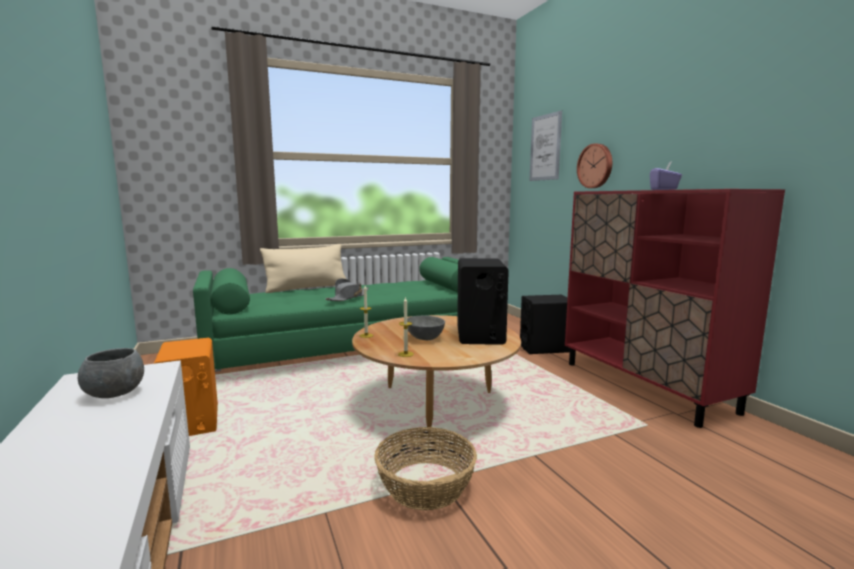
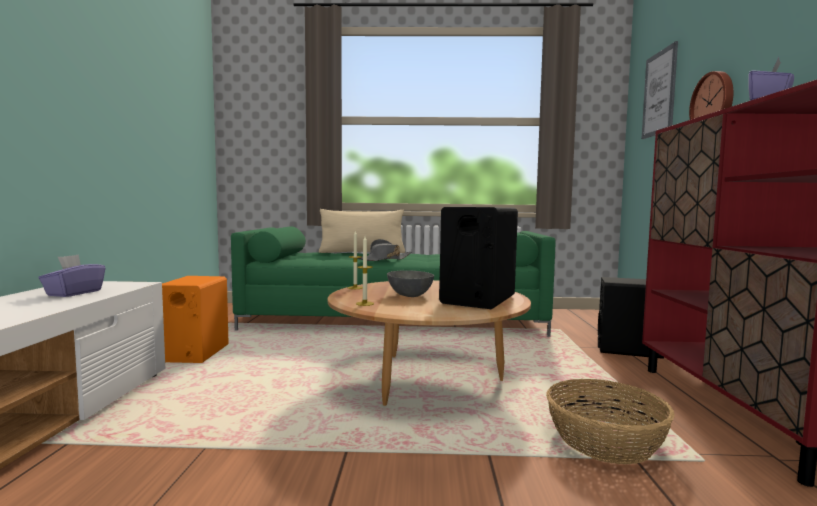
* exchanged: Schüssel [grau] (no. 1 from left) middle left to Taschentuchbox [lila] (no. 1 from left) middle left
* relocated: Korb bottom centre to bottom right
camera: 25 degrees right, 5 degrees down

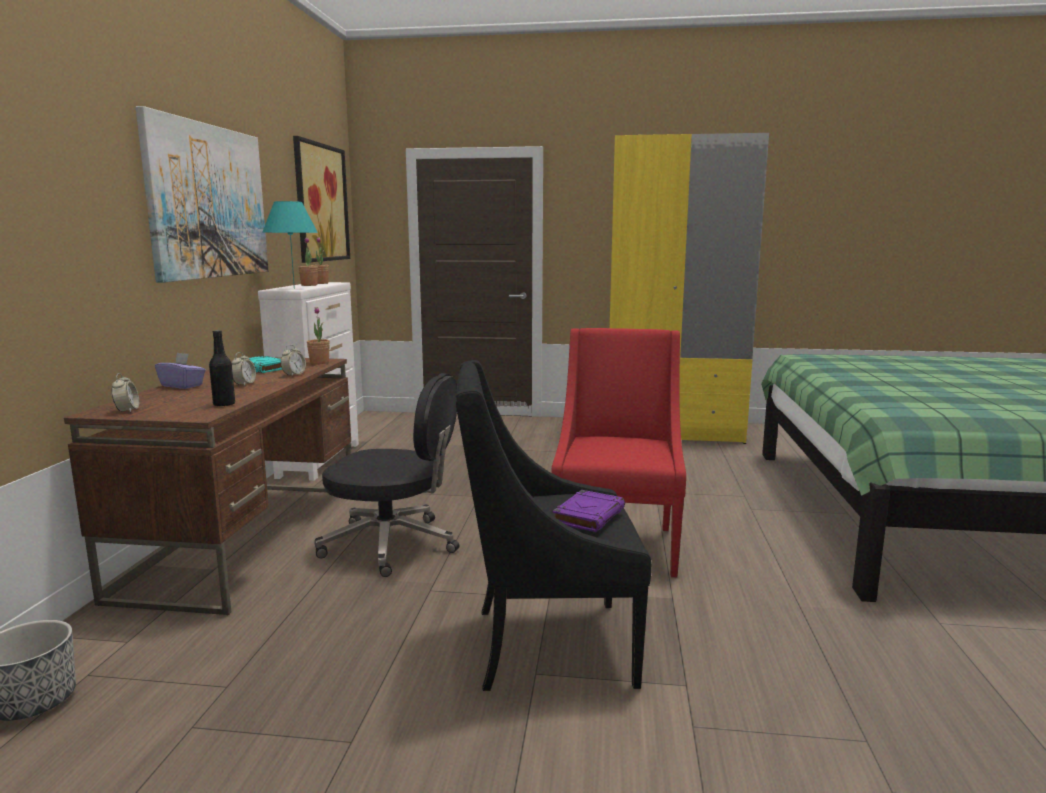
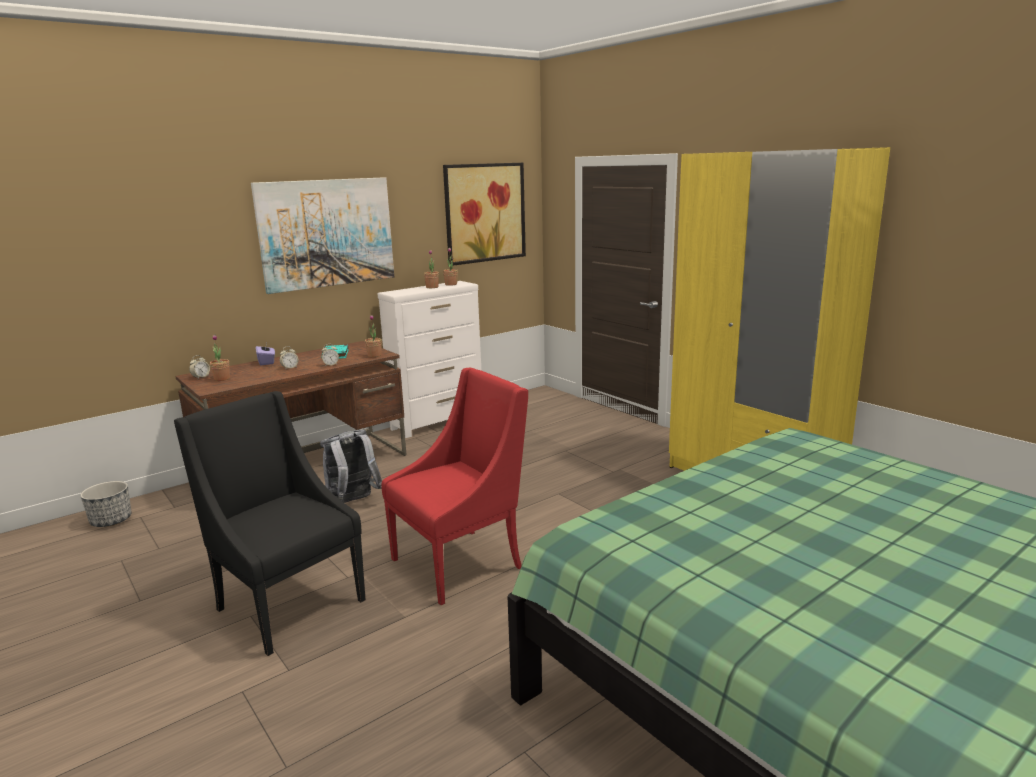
* missing: Tischlampe [türkis] top left
* missing: Flasche [schwarz] middle left
* exchanged: Bürostuhl [schwarz] centre to Rucksack [grau] centre
* missing: Buch [lila] centre
* appeared: Topfpflanze (no. 1 from left) middle left
camera: 45 degrees right, 5 degrees up

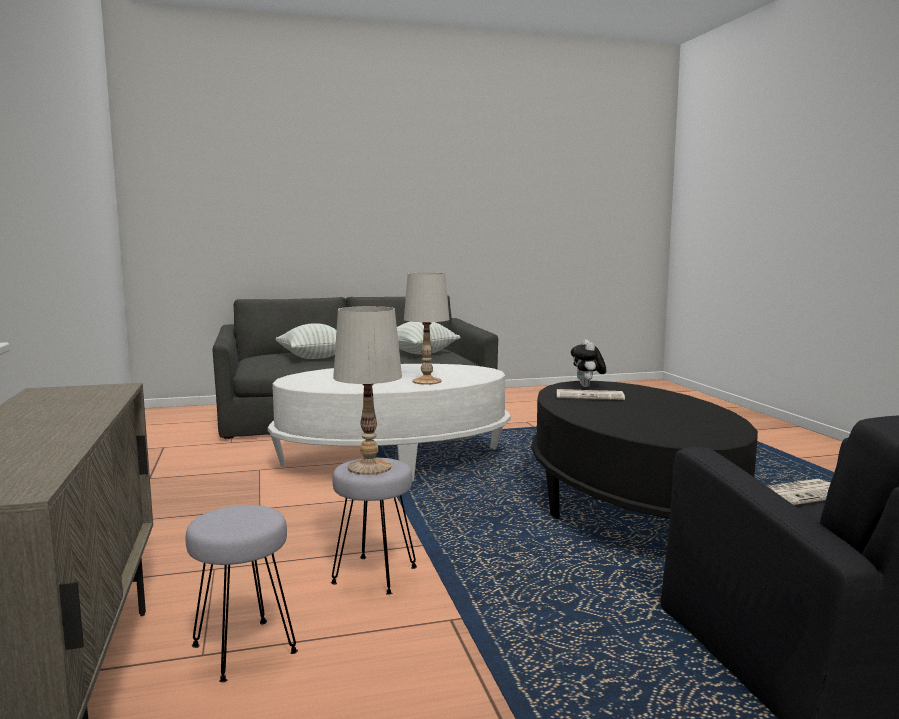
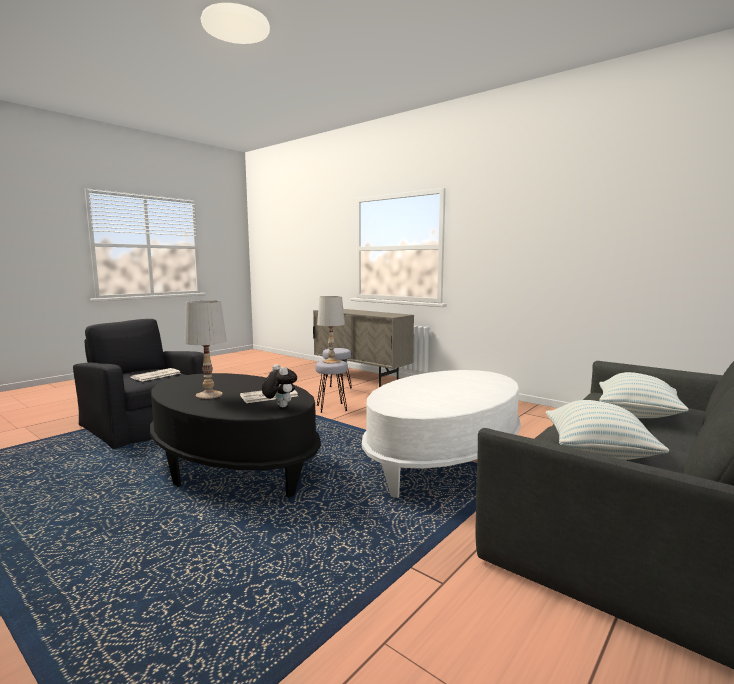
* relocated: Tischlampe [weiß] (no. 2 from left in the first image) centre to Tischlampe [weiß] (no. 1 from left) middle left
camera: 145 degrees right, 0 degrees up

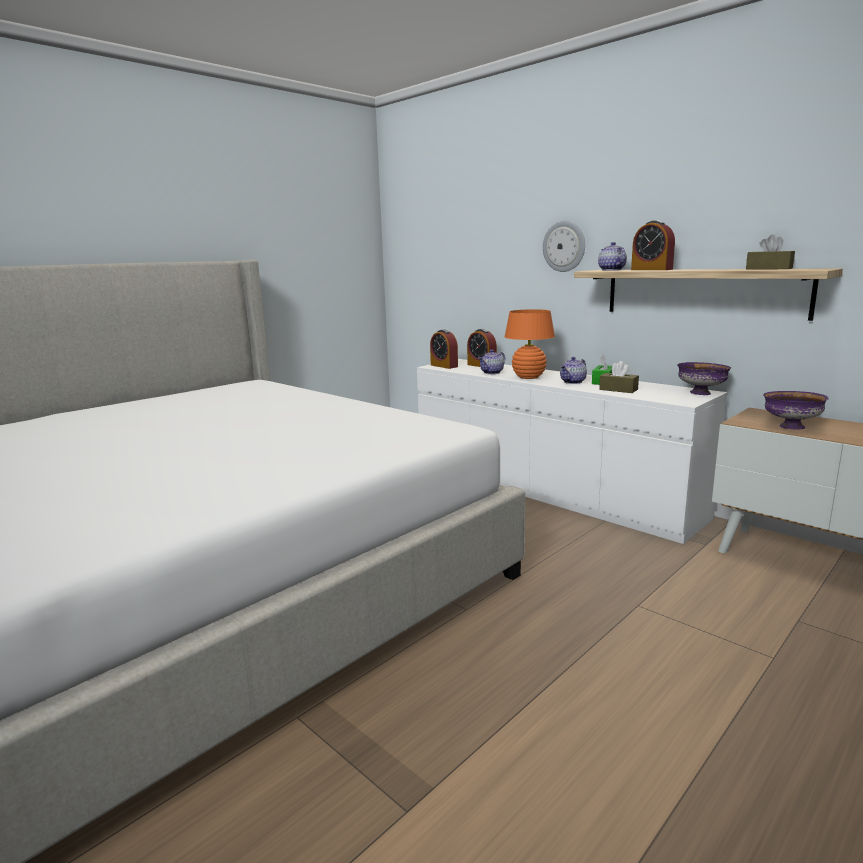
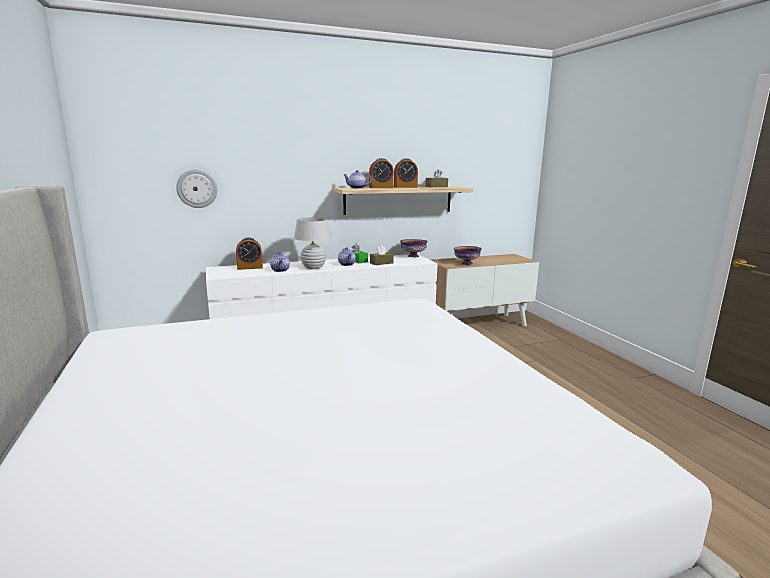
* relocated: Wanduhr top centre to top left
* colour: Tischlampe [orange] centre to Tischlampe [weiß] centre
* relocated: Wecker (no. 1 from left in the first image) centre to Wecker (no. 3 from left) top centre
camera: 65 degrees left, 0 degrees up

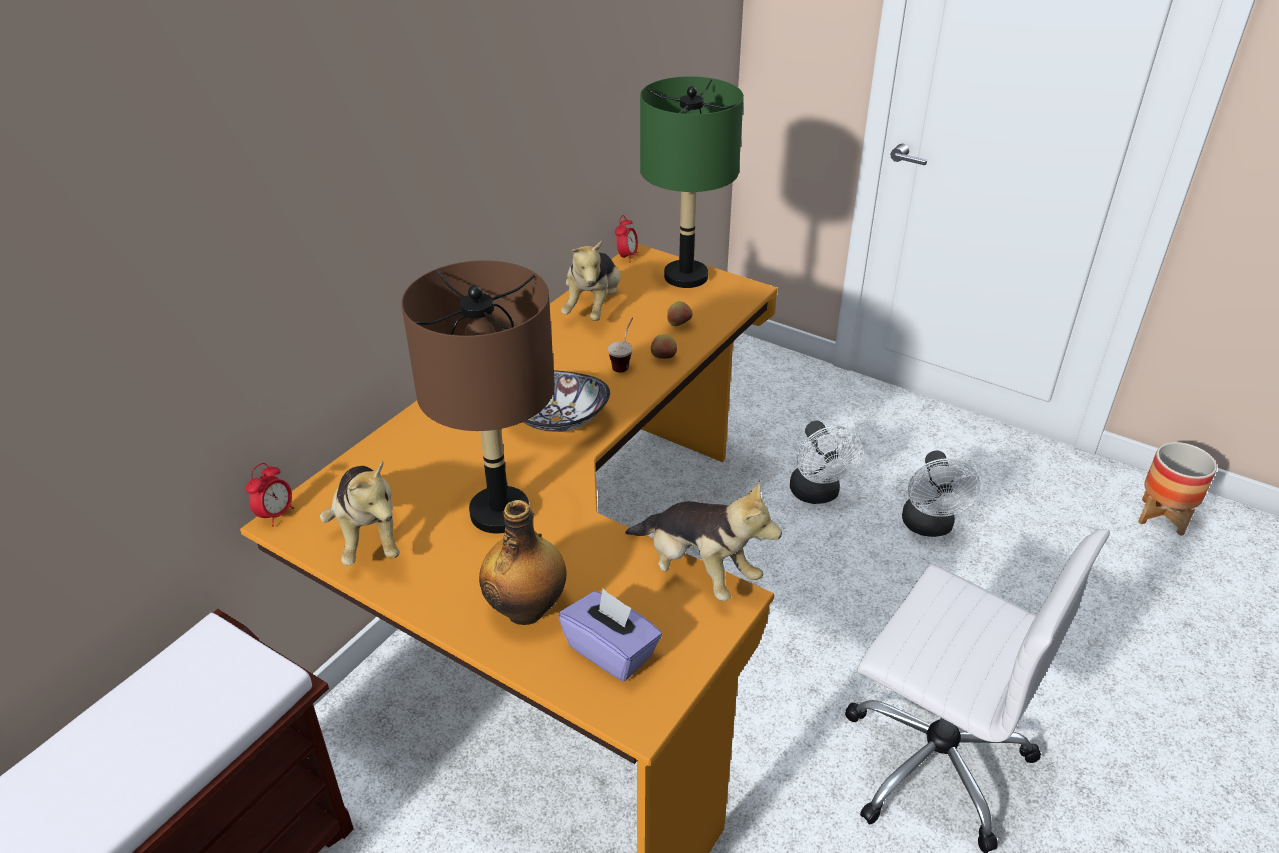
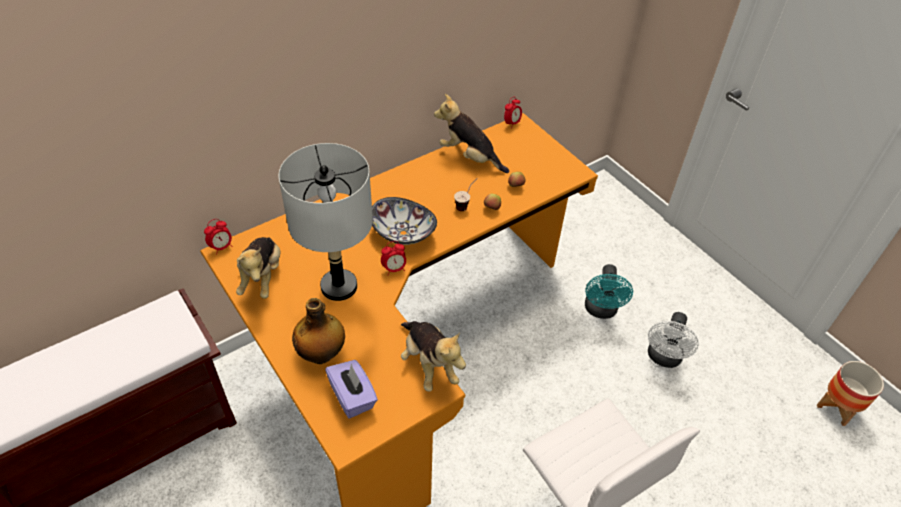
* missing: Tischlampe [grün] top centre
* spun: Plüschtier (no. 2 from left in the first image) top centre = top centre 90 degrees clockwise
* colour: Tischlampe [braun] centre to Tischlampe [grau] centre
* colour: Ventilator [weiß] (no. 1 from left) centre to Ventilator [türkis] middle right
* appeared: Wecker (no. 2 from left) centre
camera: 20 degrees right, 10 degrees up

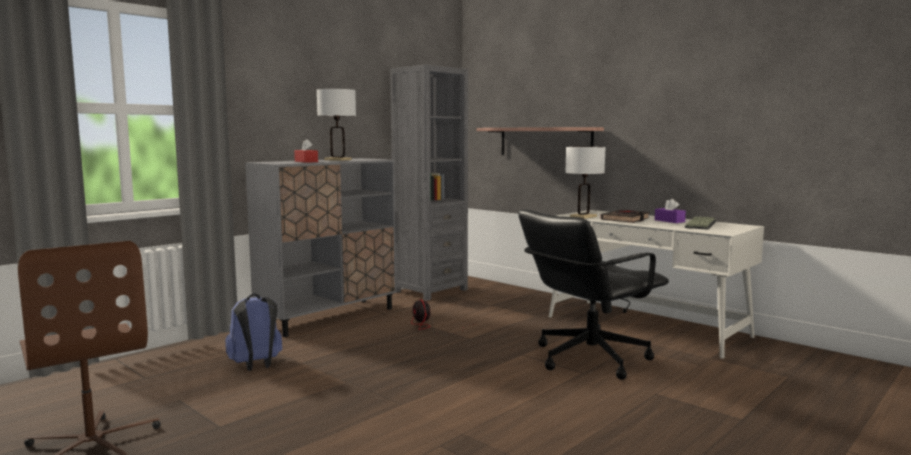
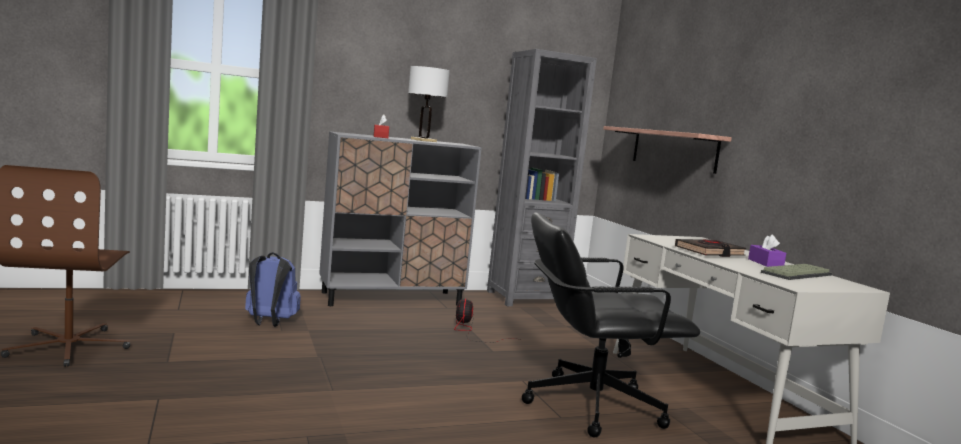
* missing: Tischlampe [weiß] (no. 2 from left) centre
camera: 25 degrees right, 0 degrees up

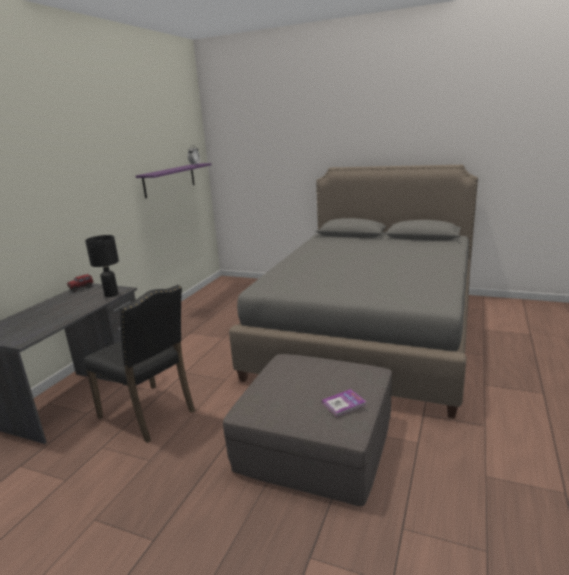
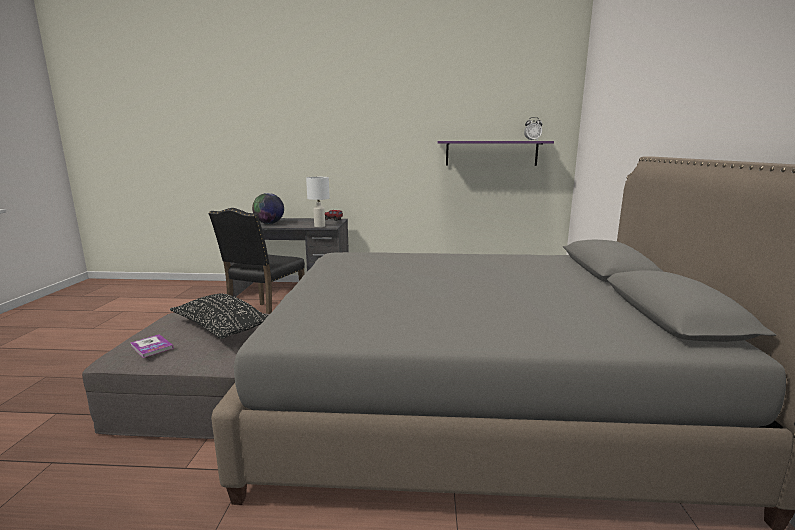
* colour: Tischlampe [schwarz] middle left to Tischlampe [weiß] centre
* appeared: Globus centre
* appeared: Kissen [schwarz] middle left
camera: 70 degrees right, 5 degrees down

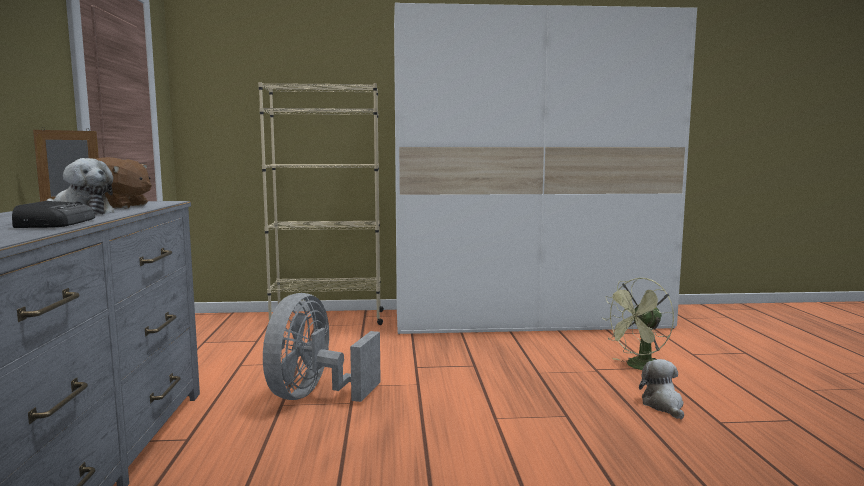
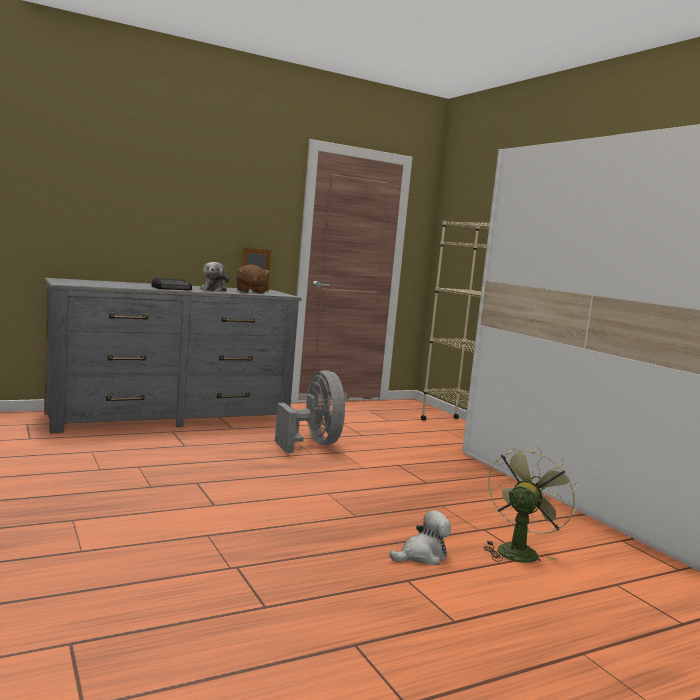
* spun: Ventilator [grün] bottom right = bottom right 90 degrees clockwise
* spun: Ventilator [grau] bottom centre = centre 75 degrees clockwise
camera: 65 degrees right, 0 degrees up

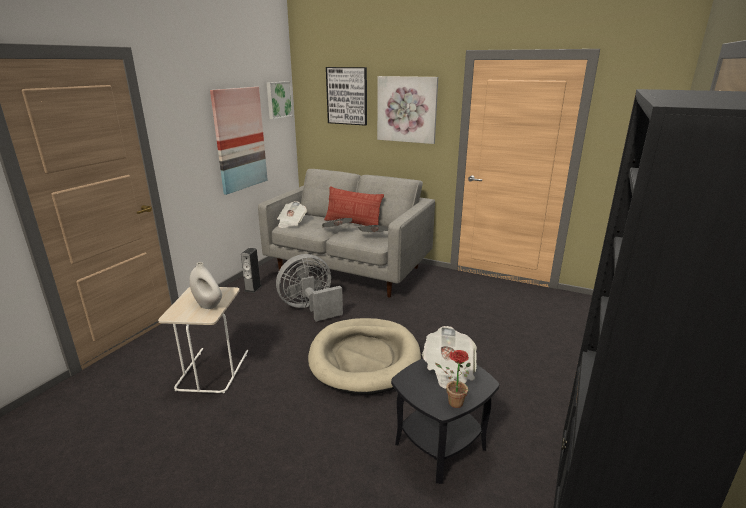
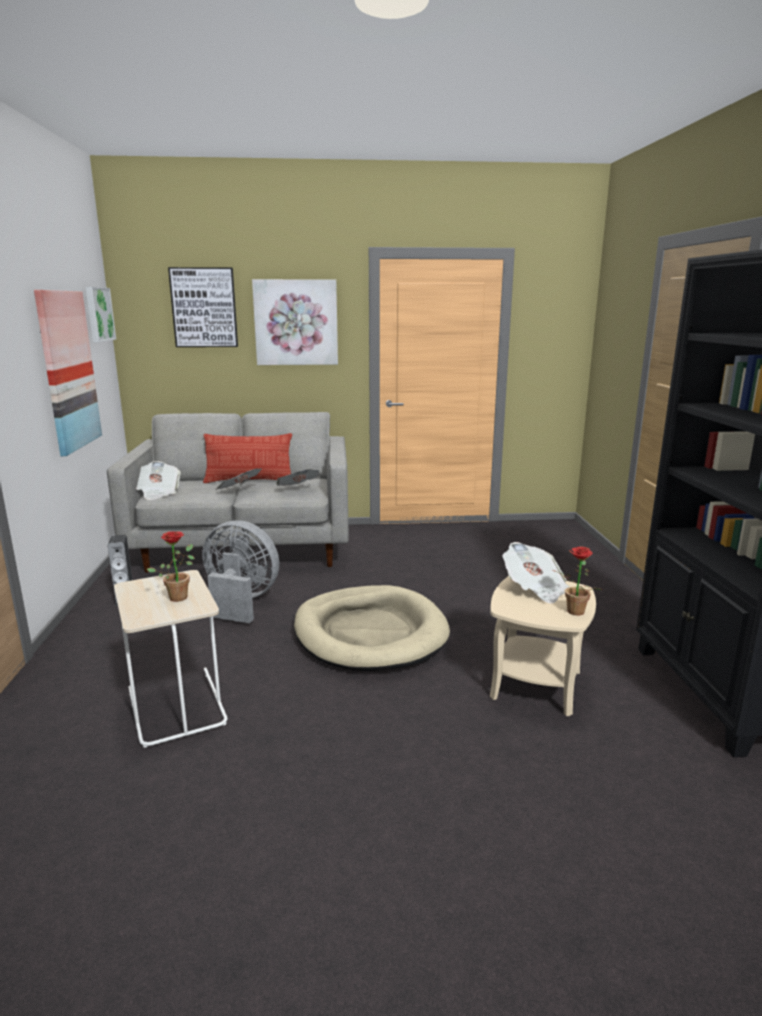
* spun: Ventilator [grau] centre = middle left 75 degrees clockwise
* exchanged: Vase [weiß] middle left to Topfpflanze (no. 1 from left) middle left
* colour: Beistelltisch [schwarz] bottom centre to Beistelltisch [beige] (no. 2 from left) middle right
camera: 30 degrees left, 5 degrees down

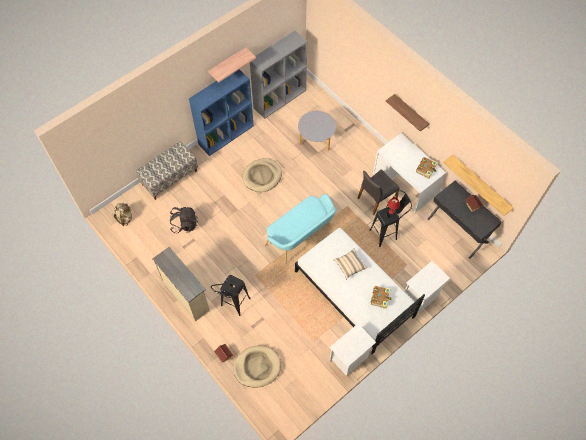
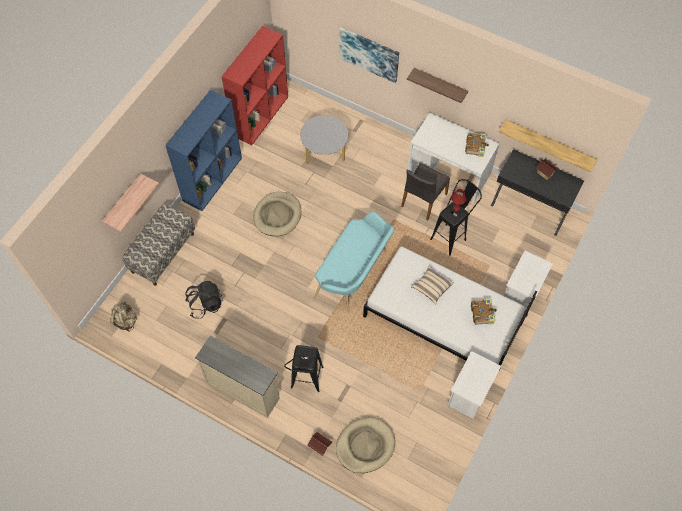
* colour: Bücherregal [grau] top centre to Bücherregal [rot] top centre
* relocated: Wandregal (no. 1 from left) top centre to middle left
* appeared: Bild top centre
camera: 20 degrees left, 0 degrees up

